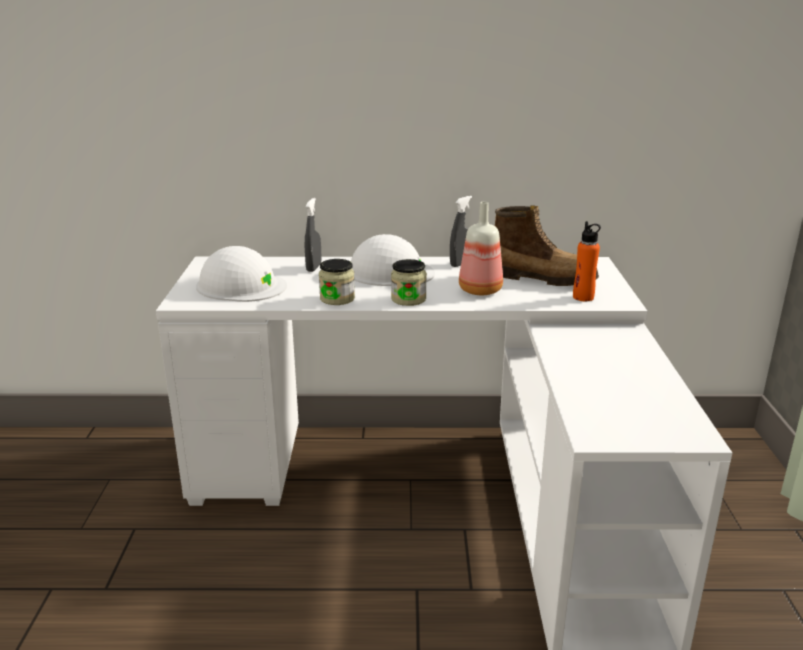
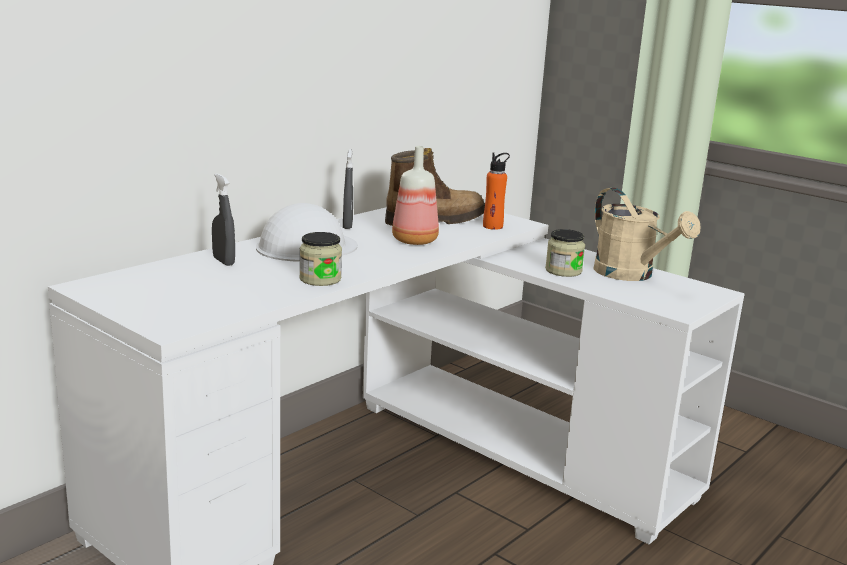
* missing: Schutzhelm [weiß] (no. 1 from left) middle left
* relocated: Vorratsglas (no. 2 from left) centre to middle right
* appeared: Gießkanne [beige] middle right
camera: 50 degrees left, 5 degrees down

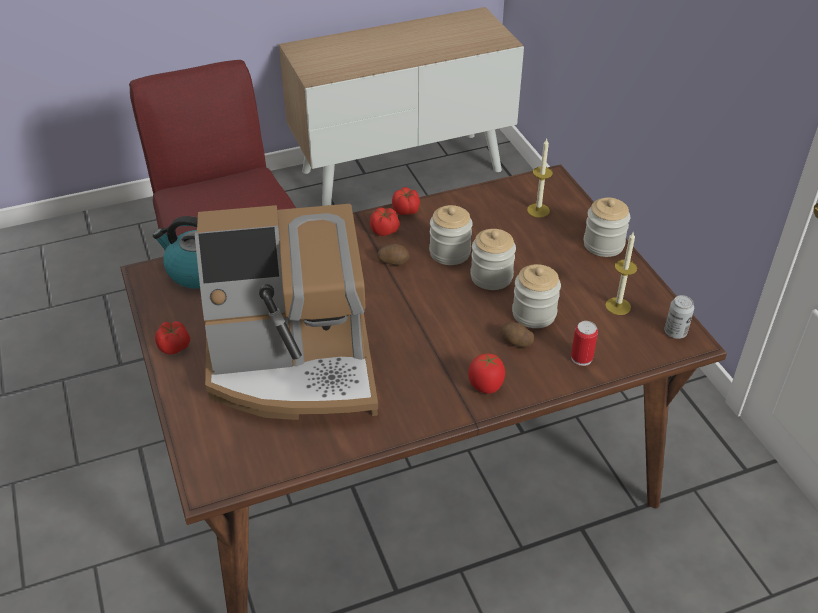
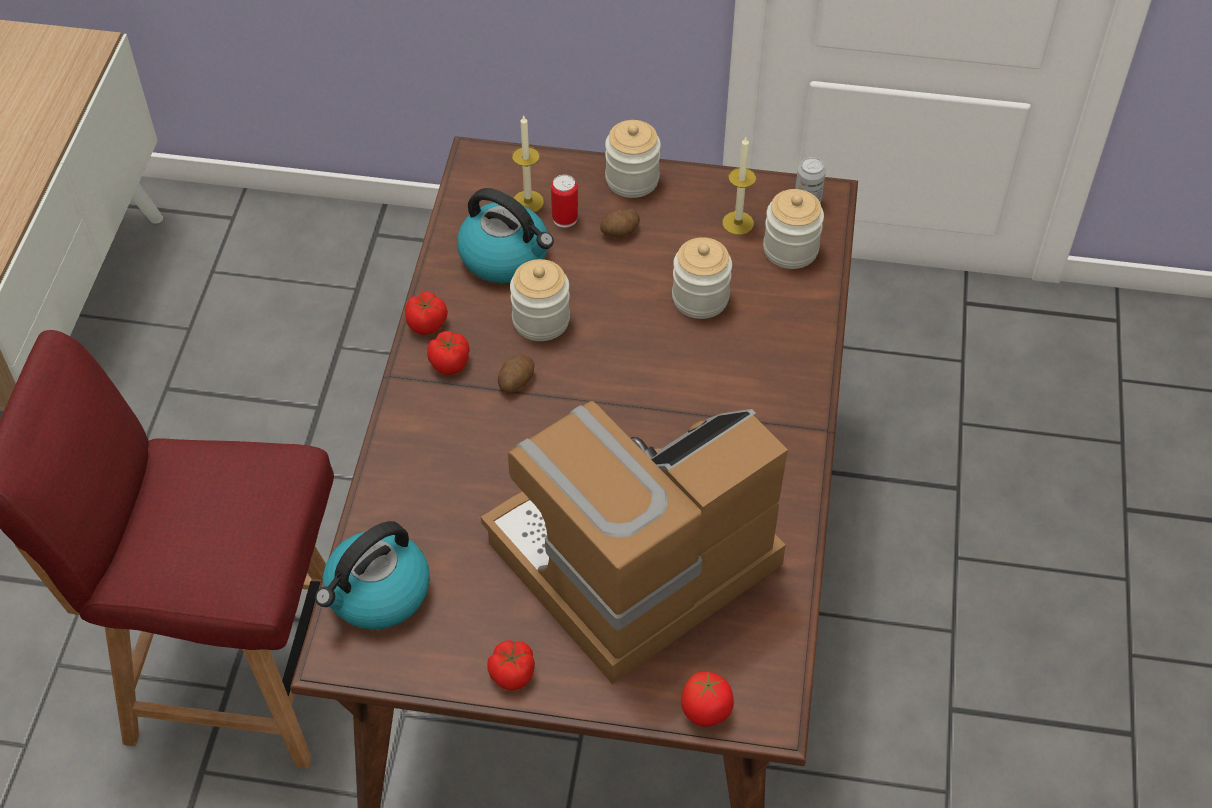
* spun: Kaffeemaschine centre = bottom centre 150 degrees counterclockwise
* relocated: Vorratsglas (no. 2 from left in the first image) centre to Vorratsglas (no. 4 from left) top centre
* relocated: Dose (no. 1 from left) middle right to top centre
* relocated: Kartoffel (no. 2 from left) centre to top centre
* relocated: Tomate (no. 4 from left) centre to bottom centre
* appeared: Wasserkessel (no. 2 from left) top centre
camera: 60 degrees left, 10 degrees up

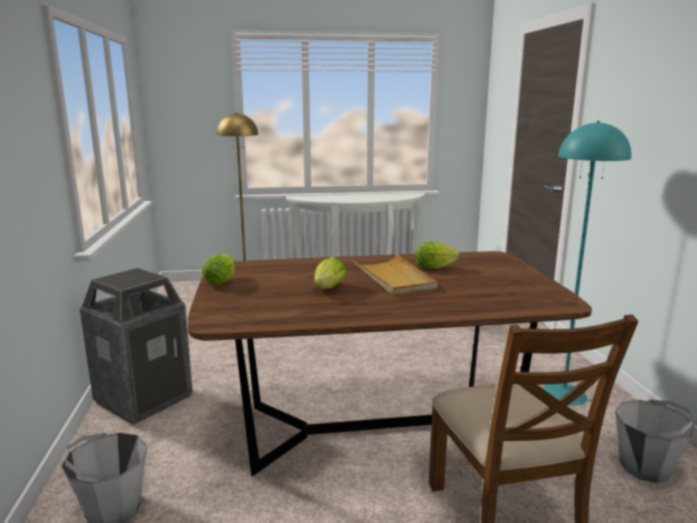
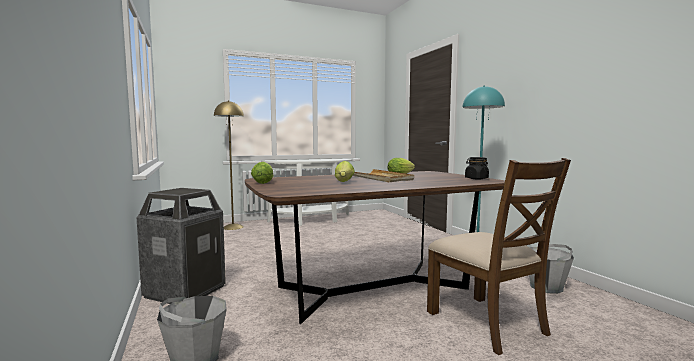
* appeared: Vorratsglas [schwarz] middle right
camera: 15 degrees left, 10 degrees down

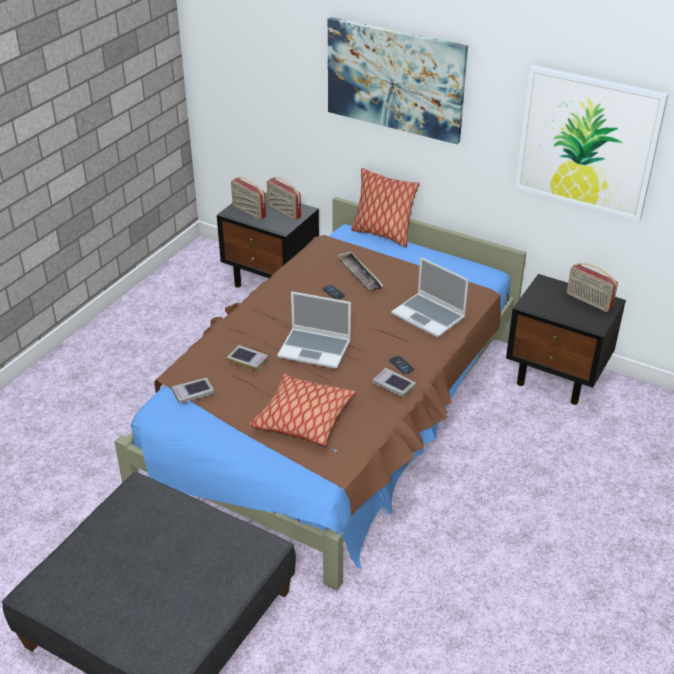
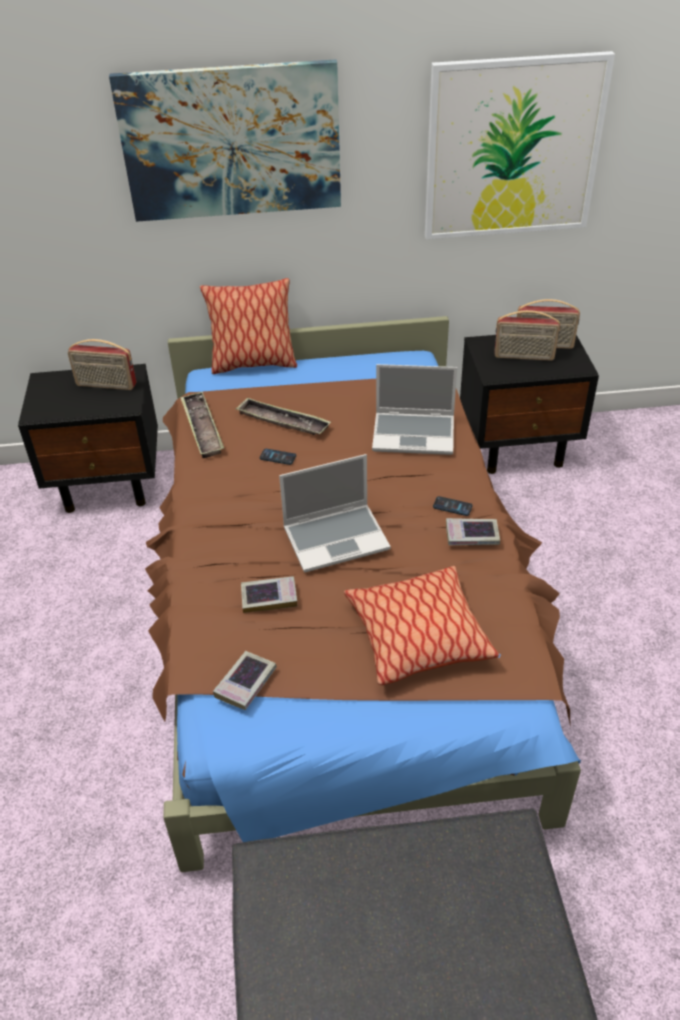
* relocated: Radio (no. 1 from left in the first image) top centre to Radio (no. 2 from left) top right
* appeared: Tablett (no. 1 from left) middle left
camera: 35 degrees left, 5 degrees up

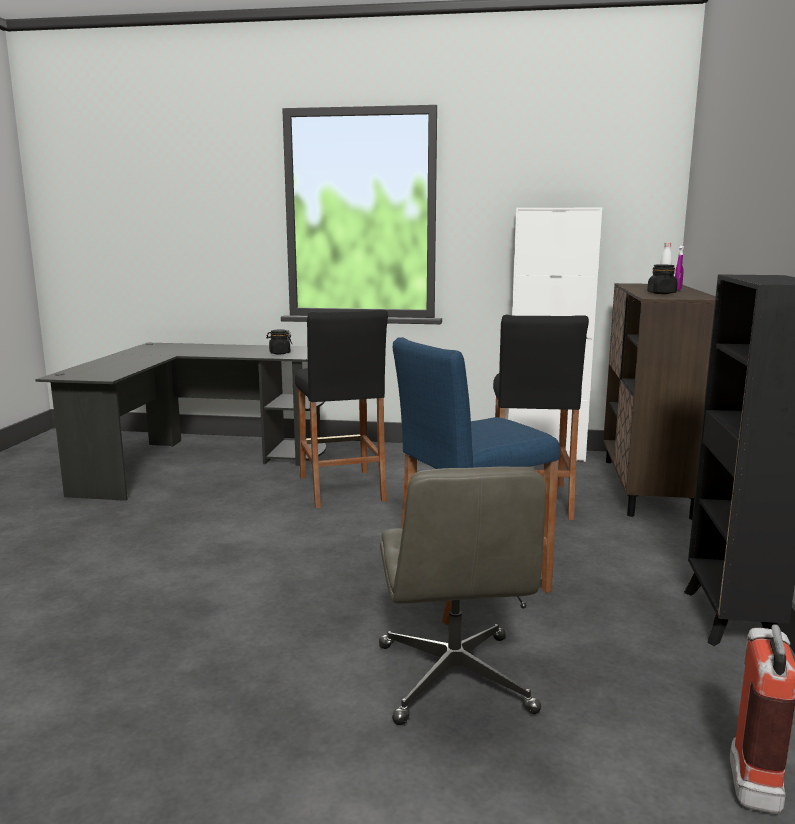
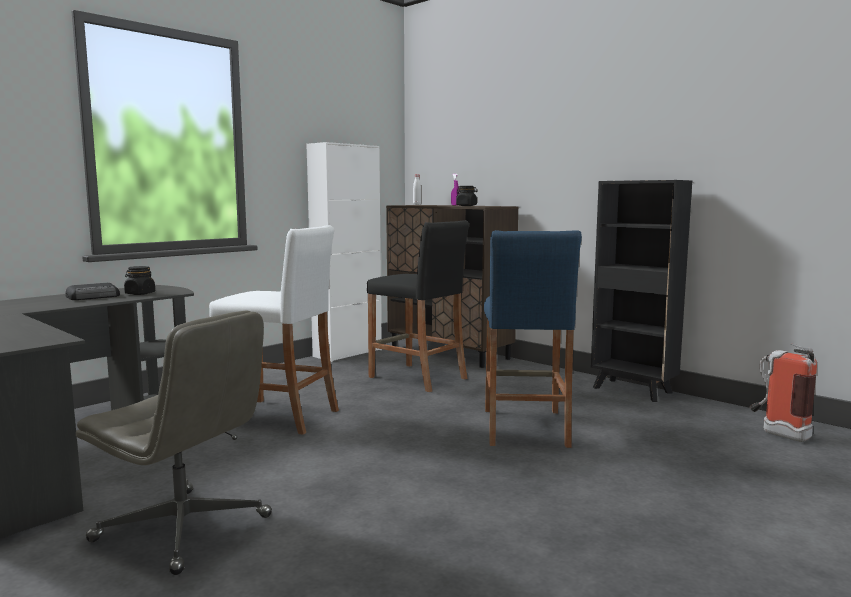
* colour: Hocker [schwarz] (no. 1 from left) centre to Hocker [weiß] middle left
* relocated: Bürostuhl [grau] bottom centre to bottom left
* appeared: Radio middle left
camera: 55 degrees left, 5 degrees down

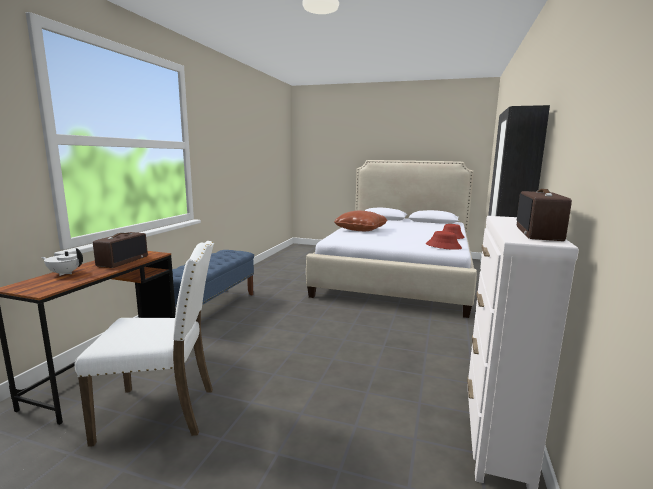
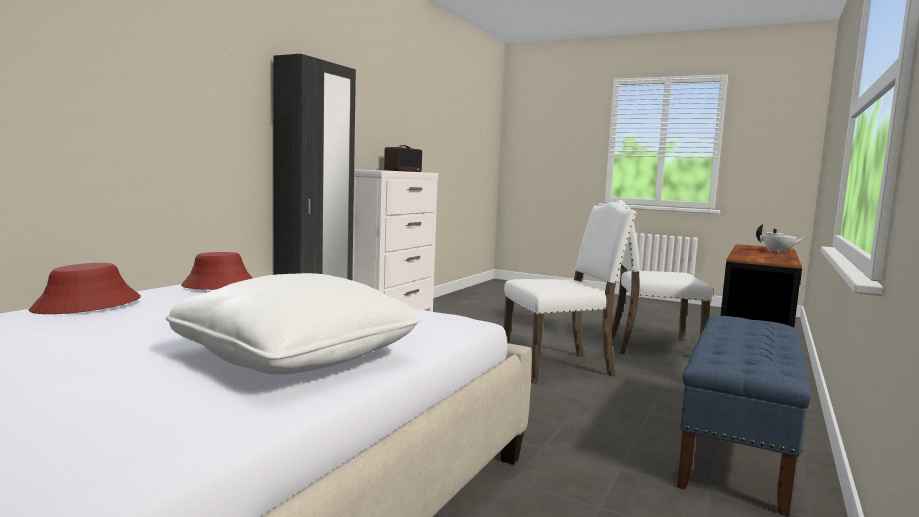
* colour: Kissen [braun] centre to Kissen [weiß] middle left
* missing: Radio (no. 1 from left) middle left
* appeared: Stuhl [weiß] (no. 1 from left) centre
camera: 170 degrees left, 5 degrees down

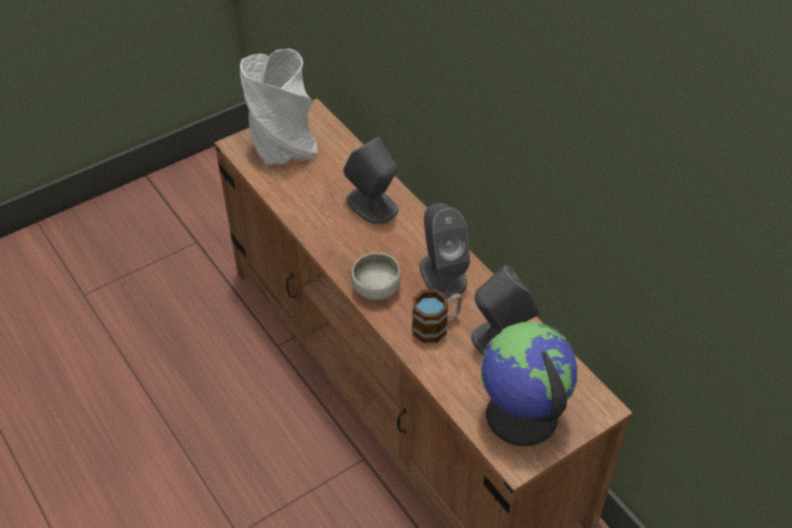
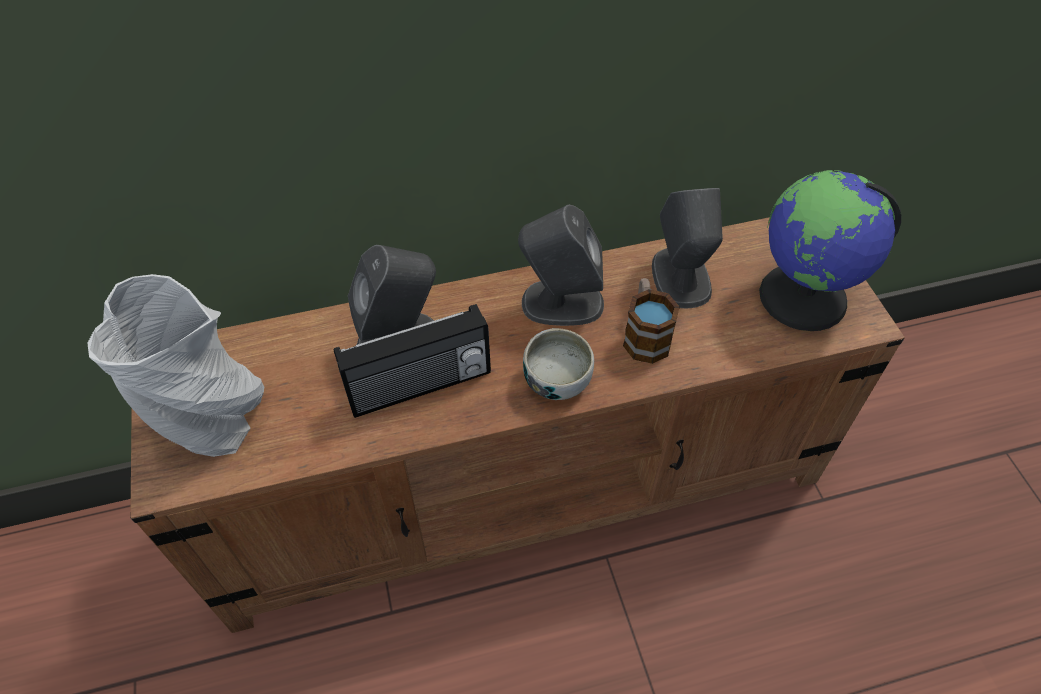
* appeared: Radio centre
camera: 70 degrees left, 5 degrees up

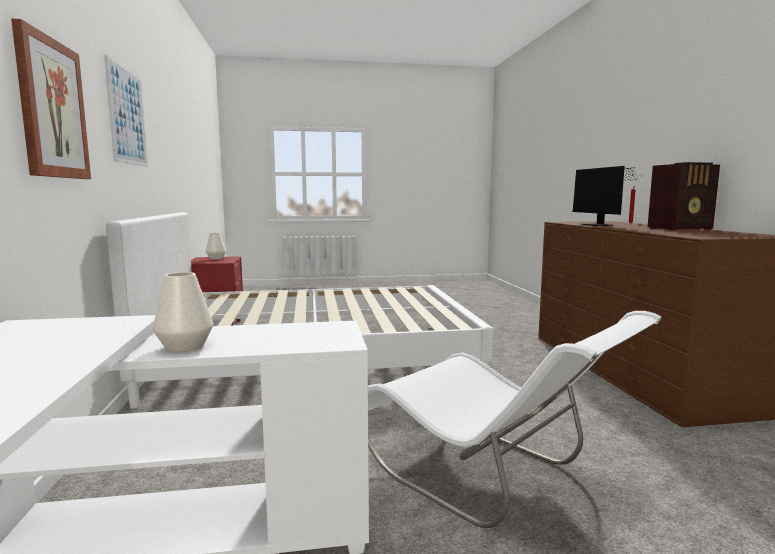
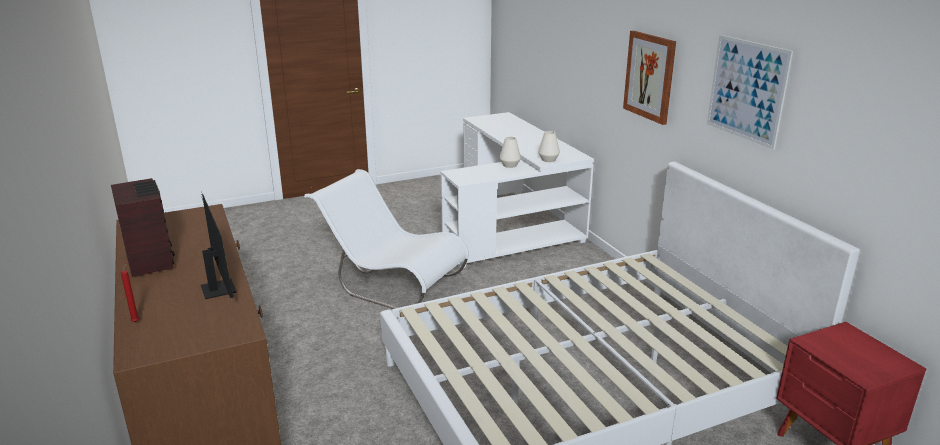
* spun: Radio middle right = middle left 90 degrees clockwise
* relocated: Vase [weiß] (no. 2 from left) middle left to top centre
camera: 165 degrees right, 15 degrees up

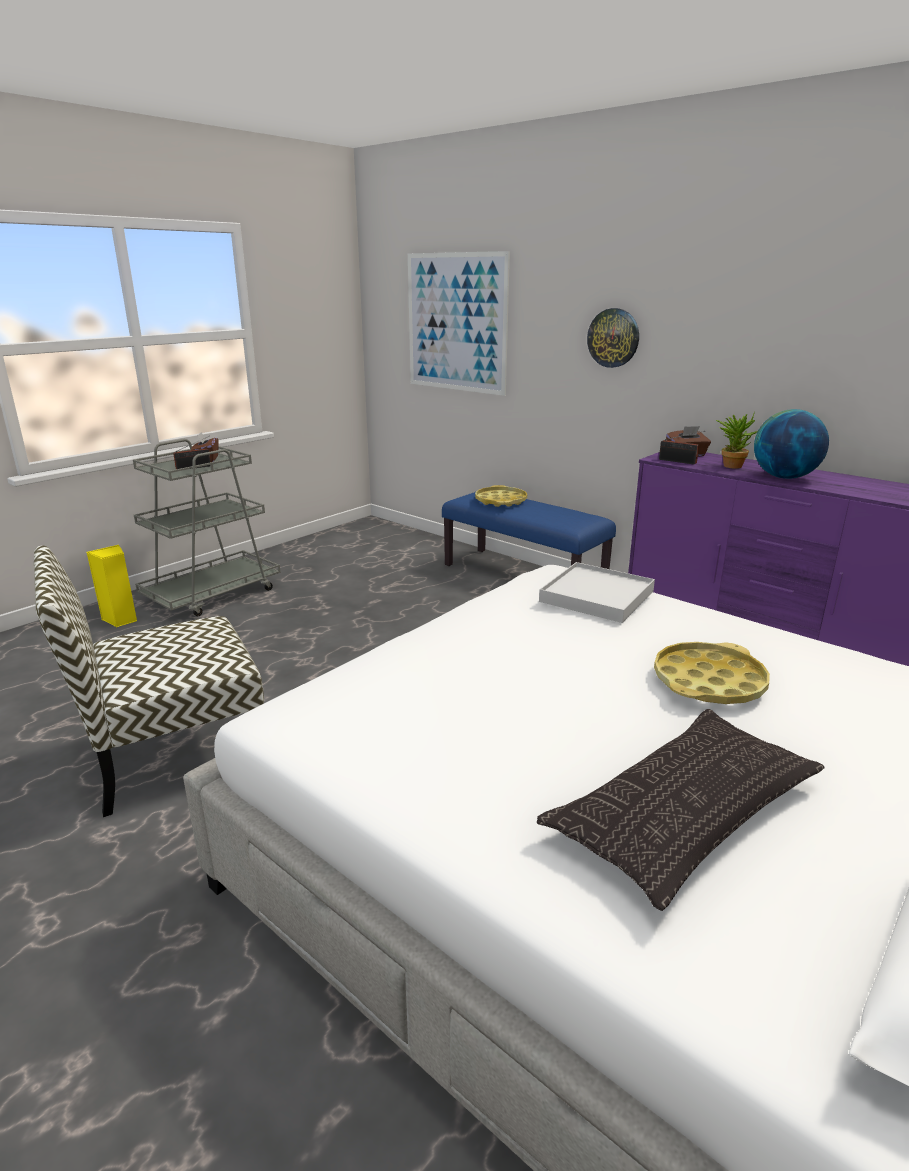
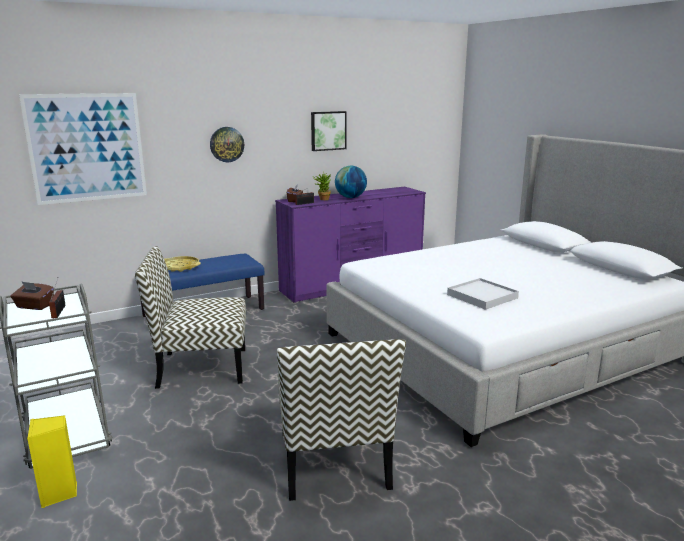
* relocated: Tablett [weiß] centre to middle right
* missing: Tablett [gelb] (no. 2 from left) middle right
* missing: Kissen bottom right
* appeared: Bild (no. 2 from left) top centre
* appeared: Stuhl (no. 1 from left) middle left
camera: 70 degrees left, 5 degrees down

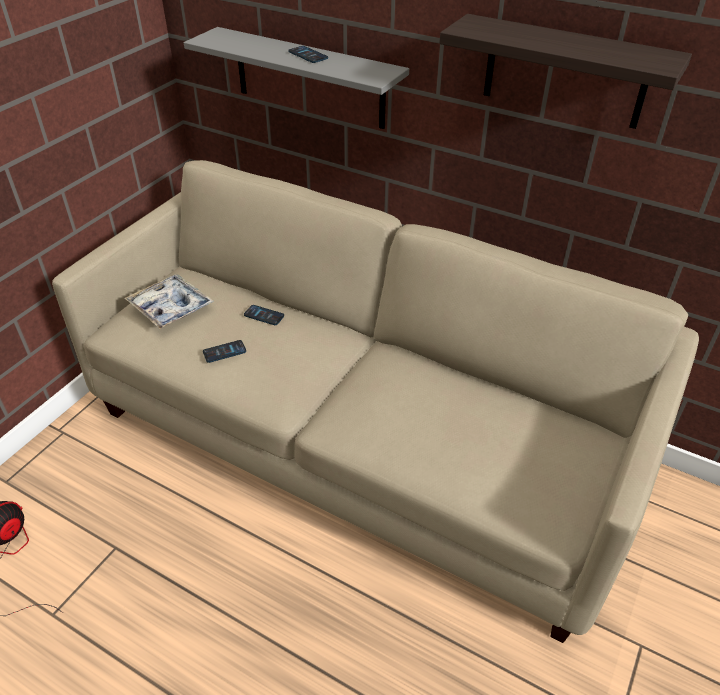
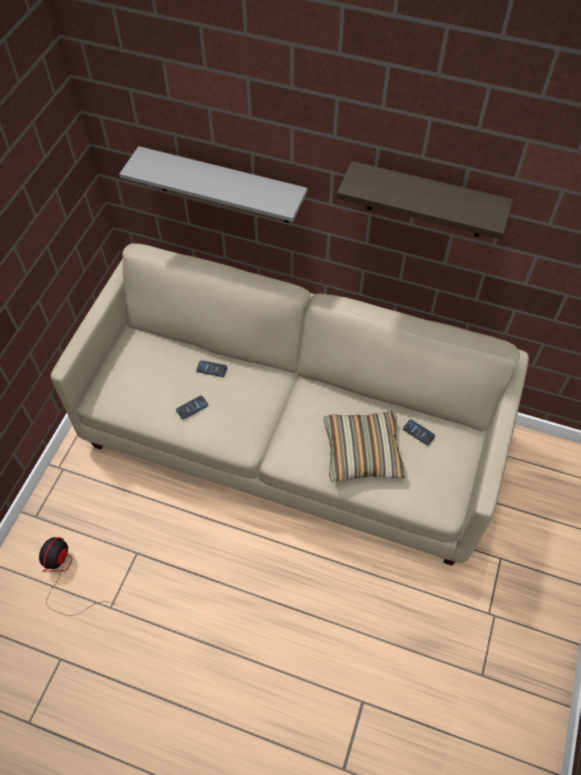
* relocated: Handy (no. 3 from left) top centre to middle right
* missing: Tablett middle left
* appeared: Kissen centre
camera: 10 degrees left, 15 degrees up

